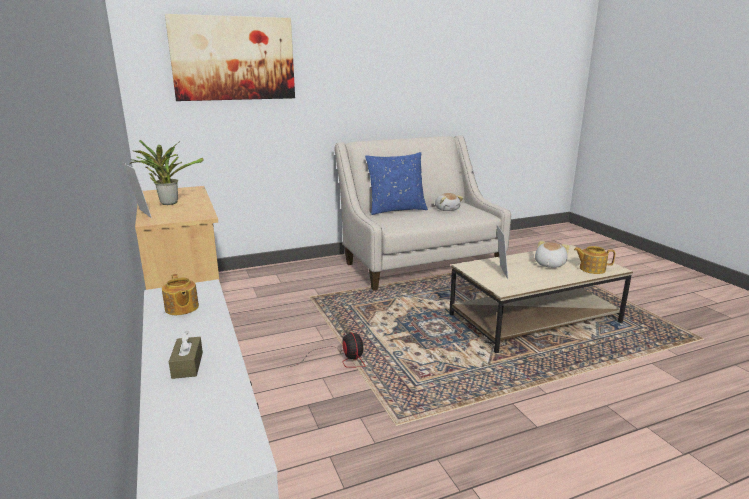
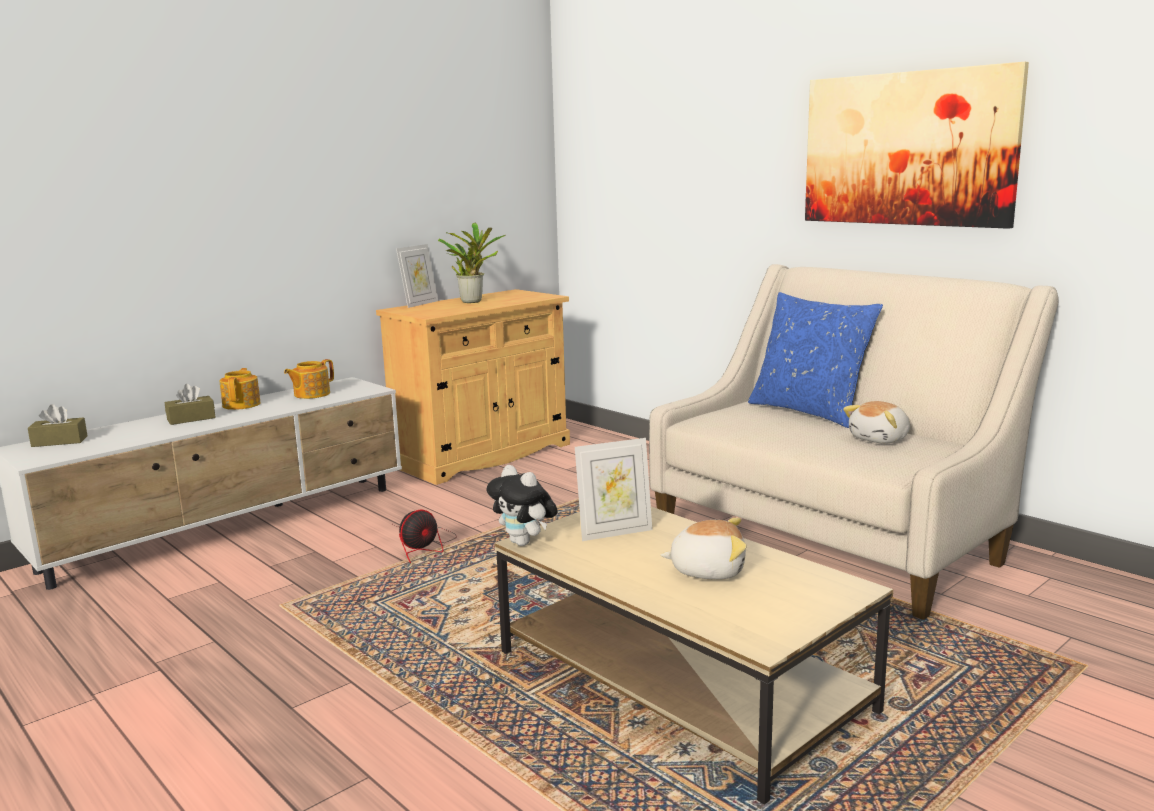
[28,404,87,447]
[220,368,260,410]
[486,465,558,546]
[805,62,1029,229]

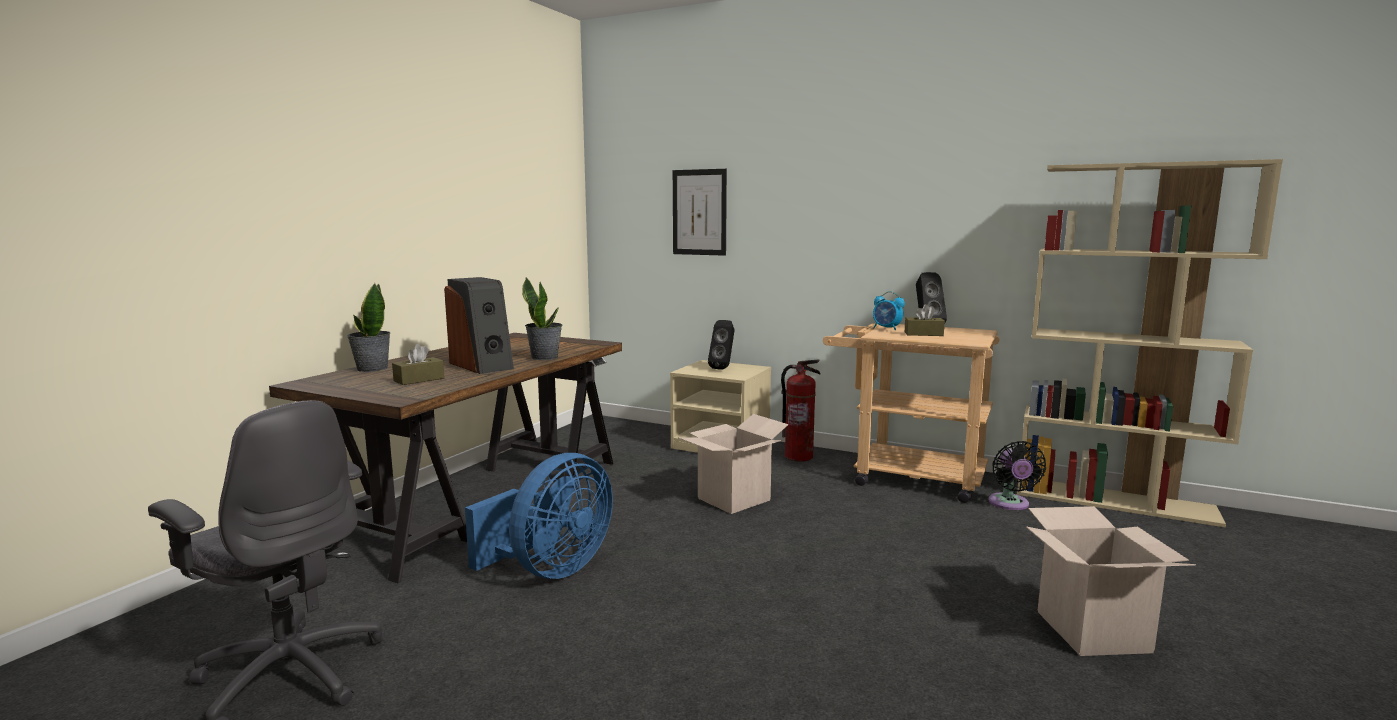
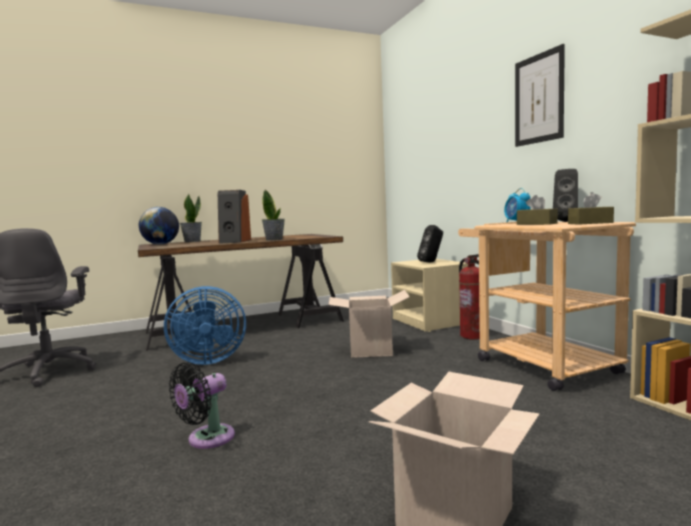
[139,207,179,244]
[169,362,235,449]
[515,44,565,147]
[568,192,614,225]

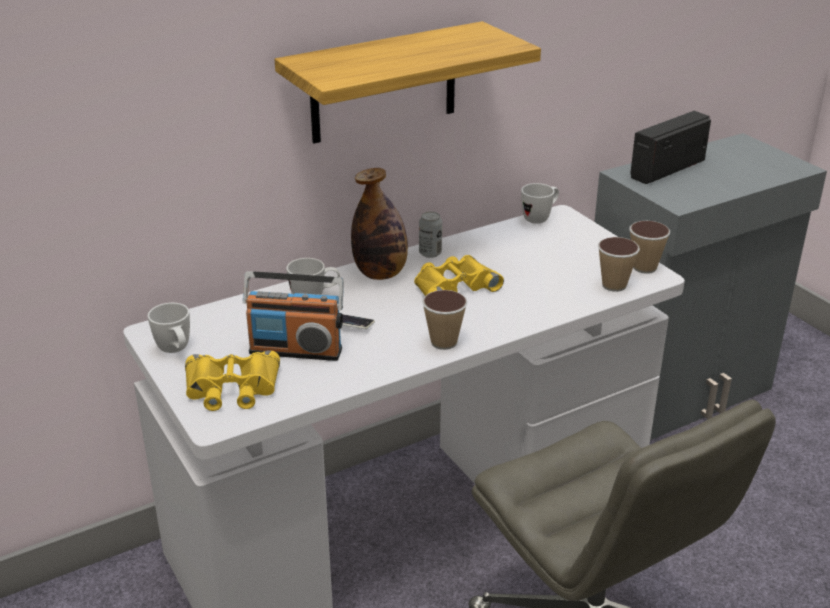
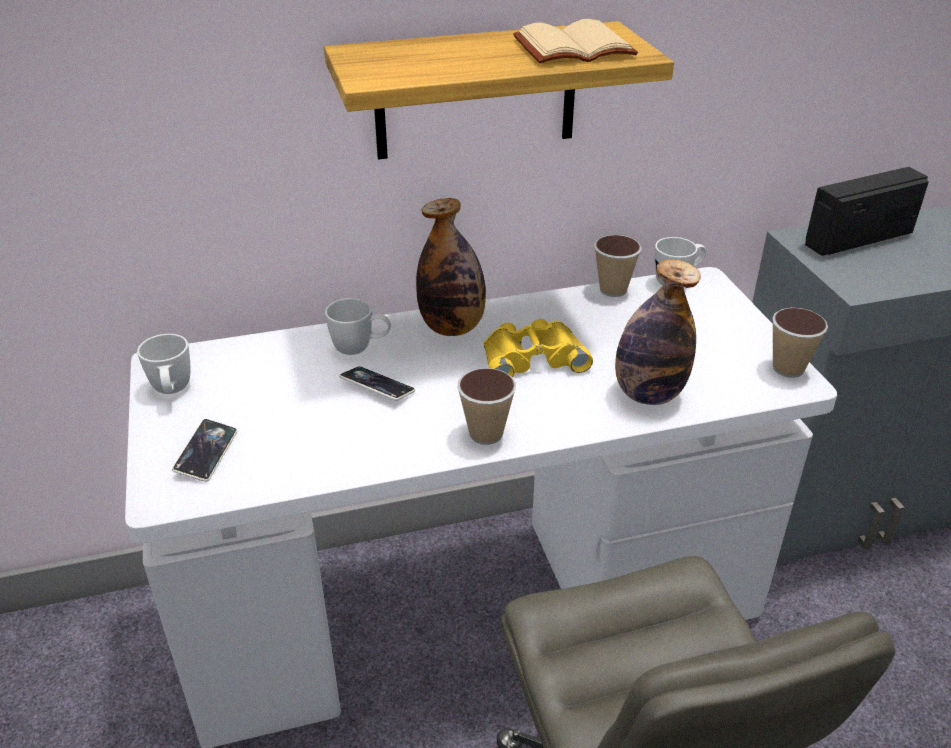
[172,419,237,482]
[513,19,638,63]
[594,235,642,297]
[615,259,701,405]
[243,271,344,361] (first image)
[419,212,442,258] (first image)

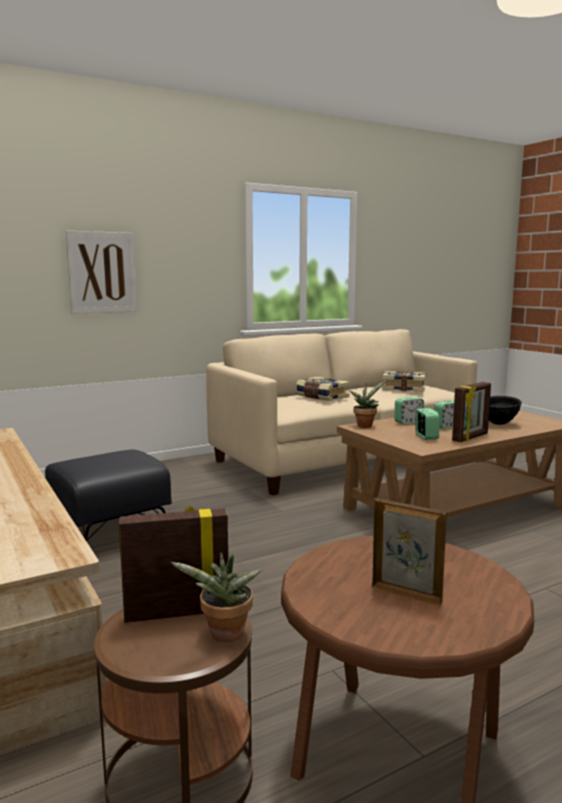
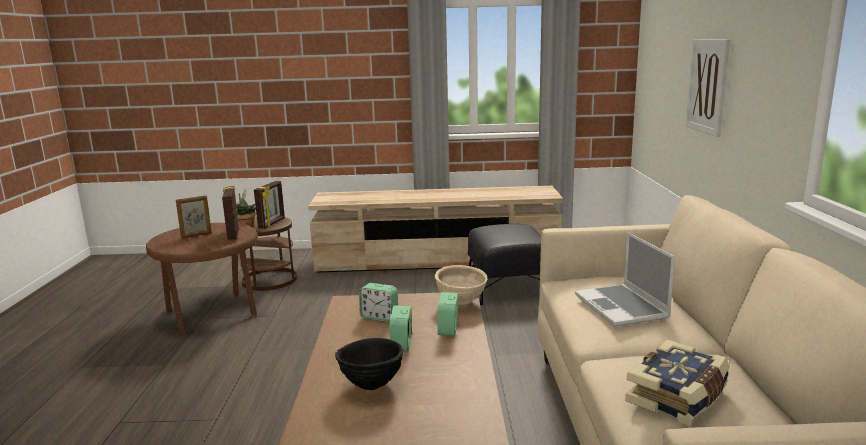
[222,186,239,241]
[435,265,487,305]
[575,232,675,326]

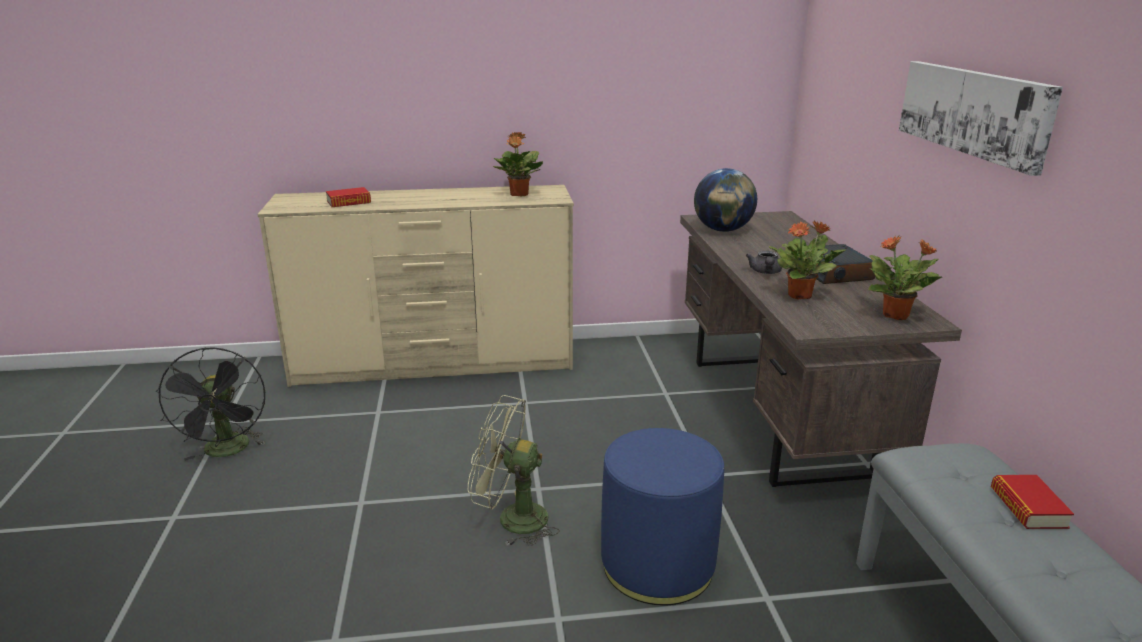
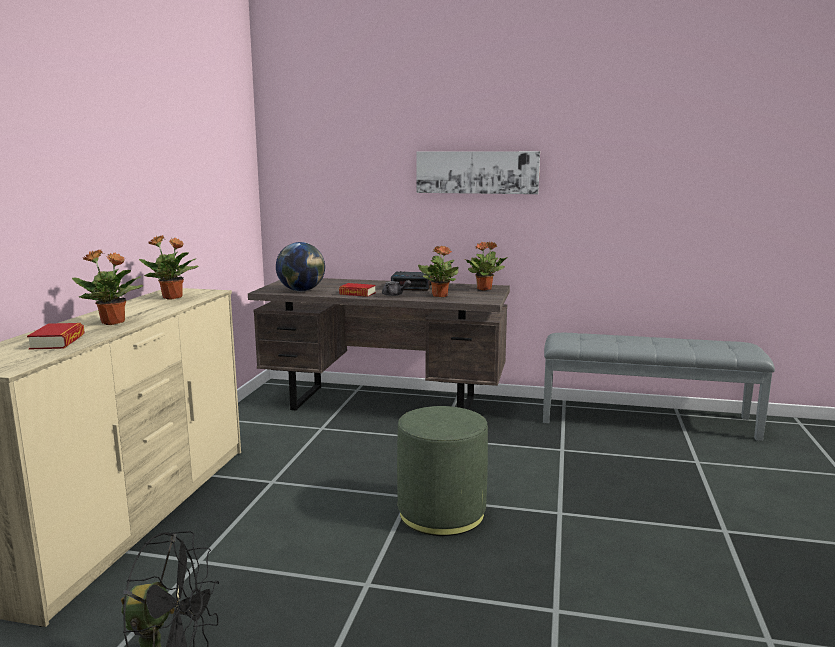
[72,249,143,325]
[339,283,376,297]
[397,406,488,536]
[601,428,724,606] (first image)

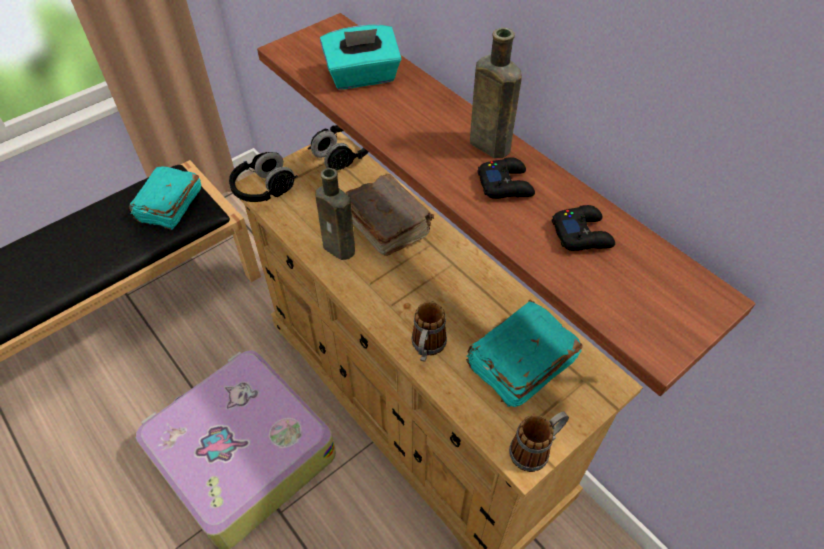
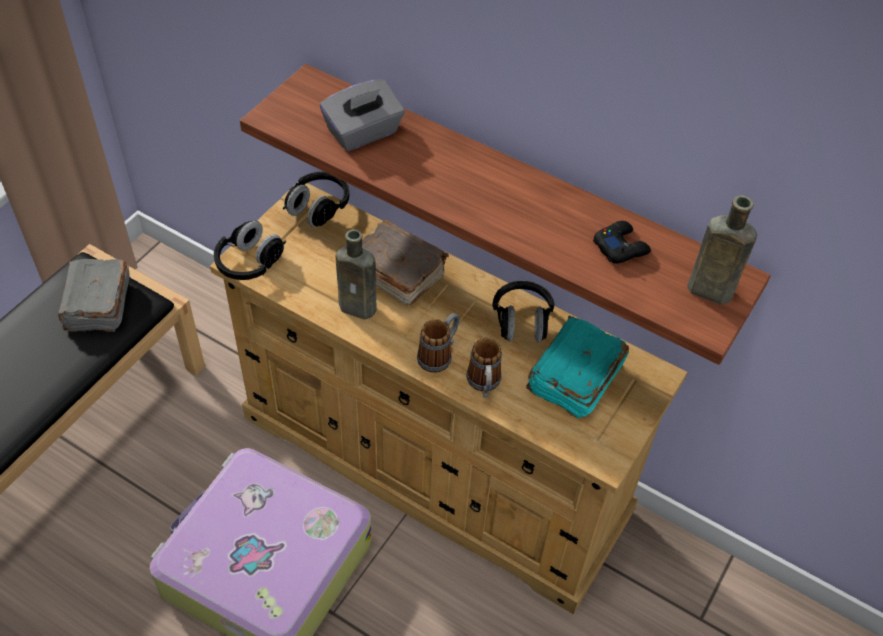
[58,259,130,332]
[320,79,405,151]
[417,313,460,373]
[492,281,555,342]
[687,195,757,305]
[477,157,535,199] (first image)

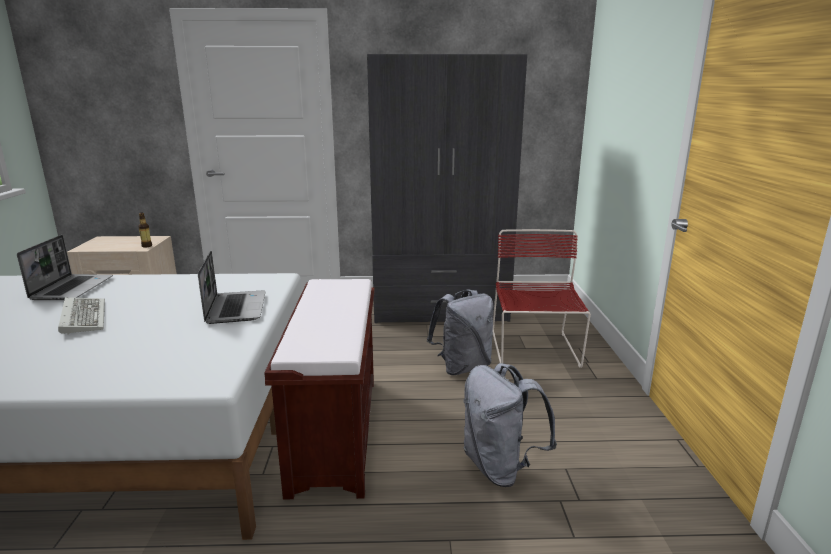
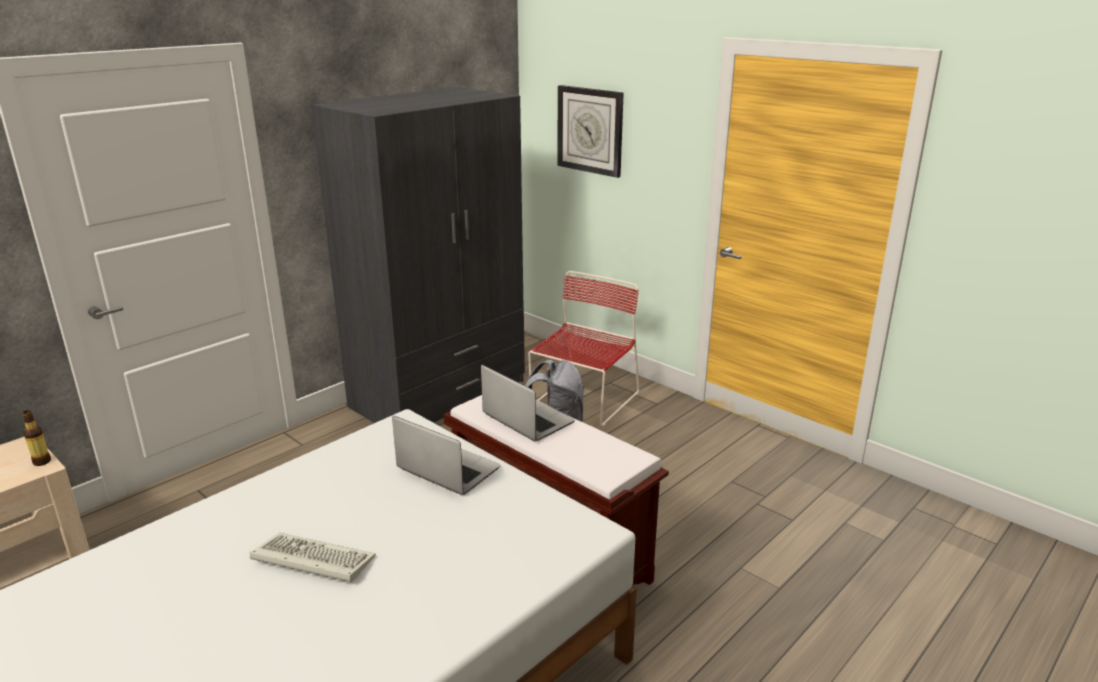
[481,365,575,442]
[528,271,639,426]
[557,85,624,178]
[463,363,557,487] (first image)

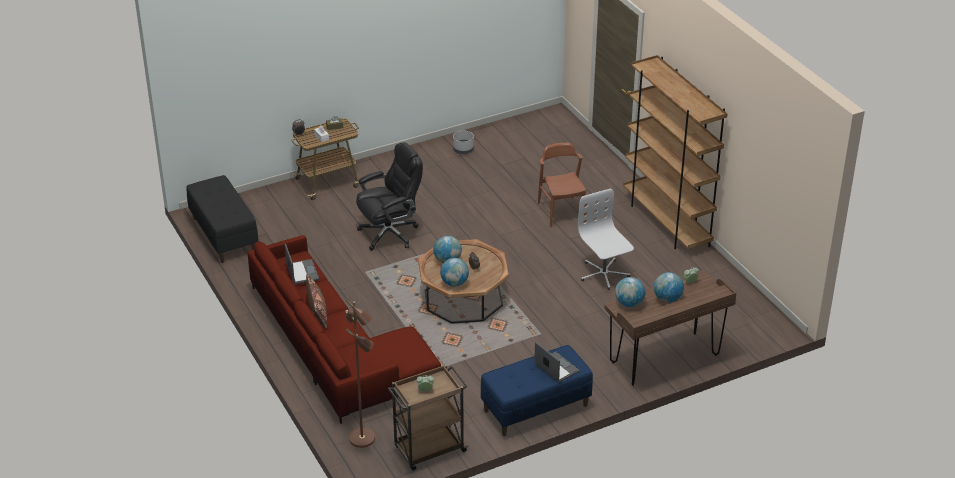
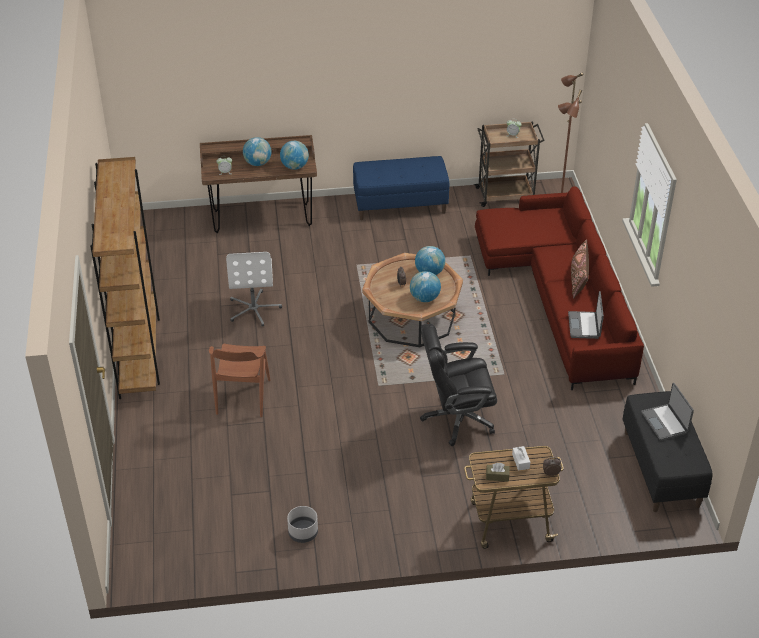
[641,383,694,441]

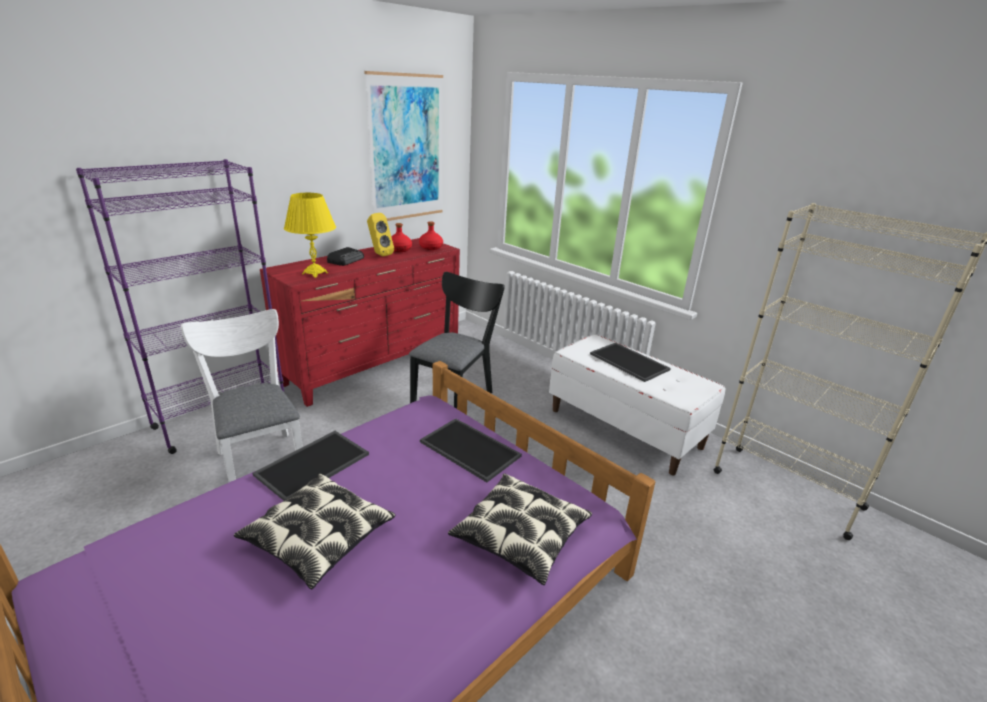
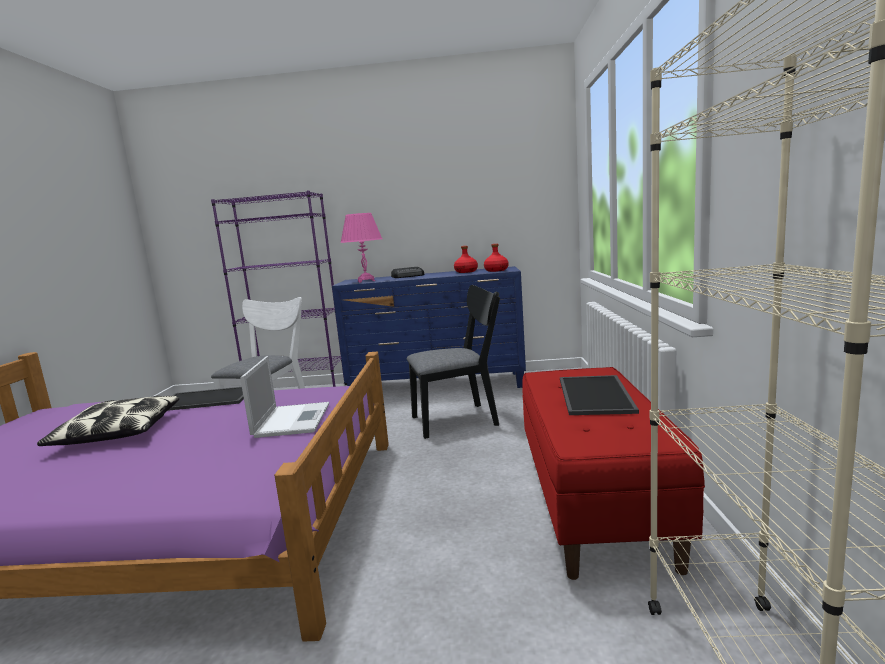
[240,356,329,438]
[332,266,526,388]
[340,213,382,283]
[522,367,705,580]
[364,71,443,221] (first image)
[367,213,394,256] (first image)
[448,474,592,585] (first image)

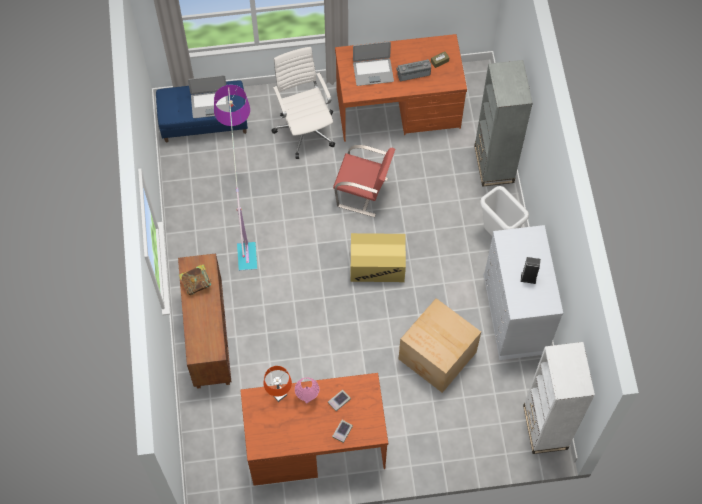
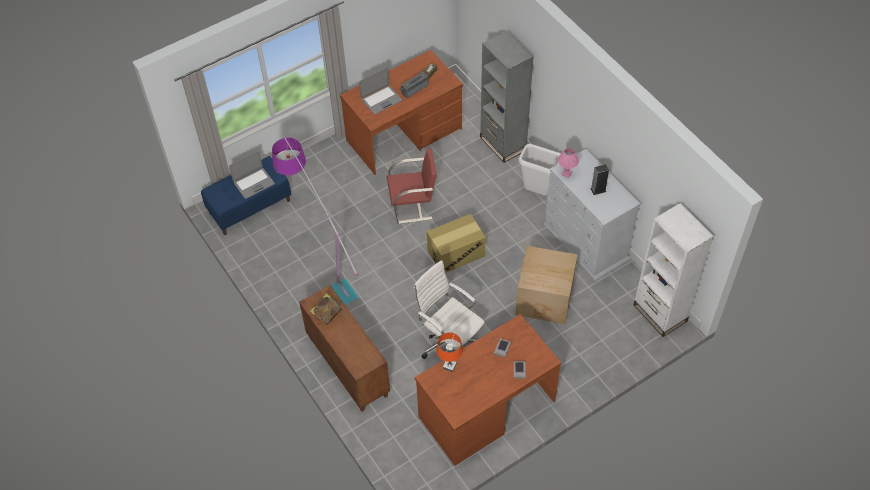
[414,260,485,359]
[558,148,579,178]

